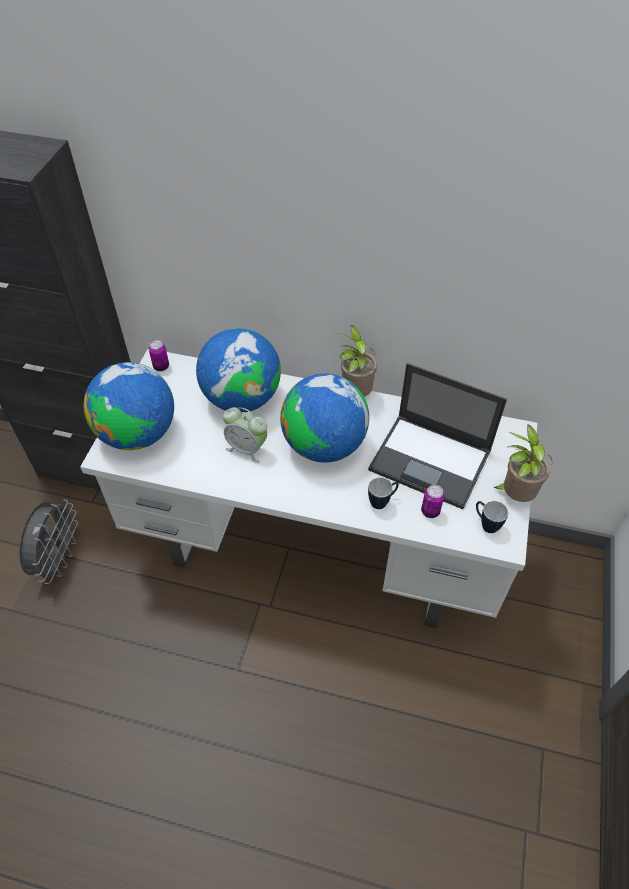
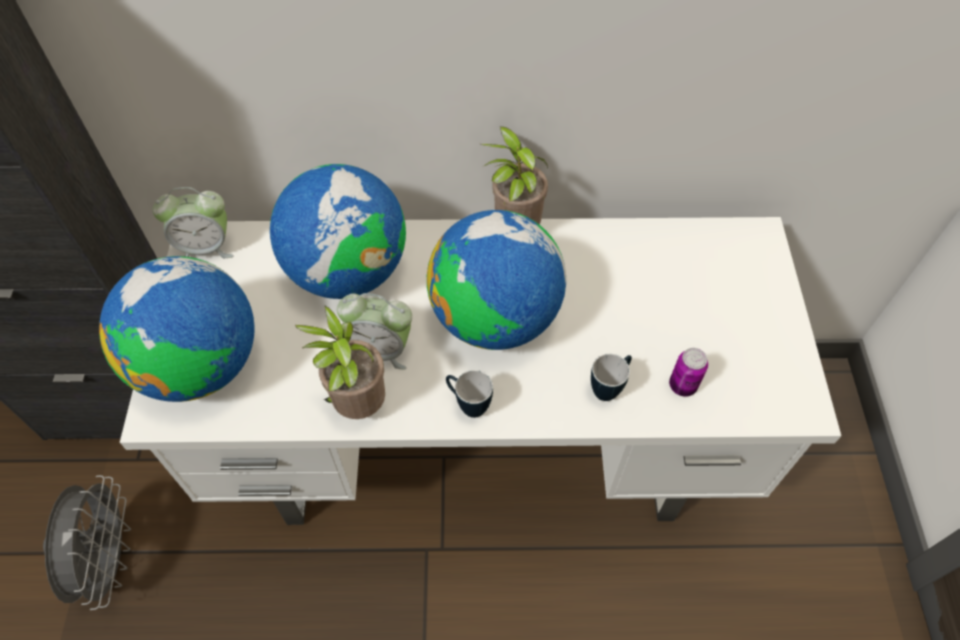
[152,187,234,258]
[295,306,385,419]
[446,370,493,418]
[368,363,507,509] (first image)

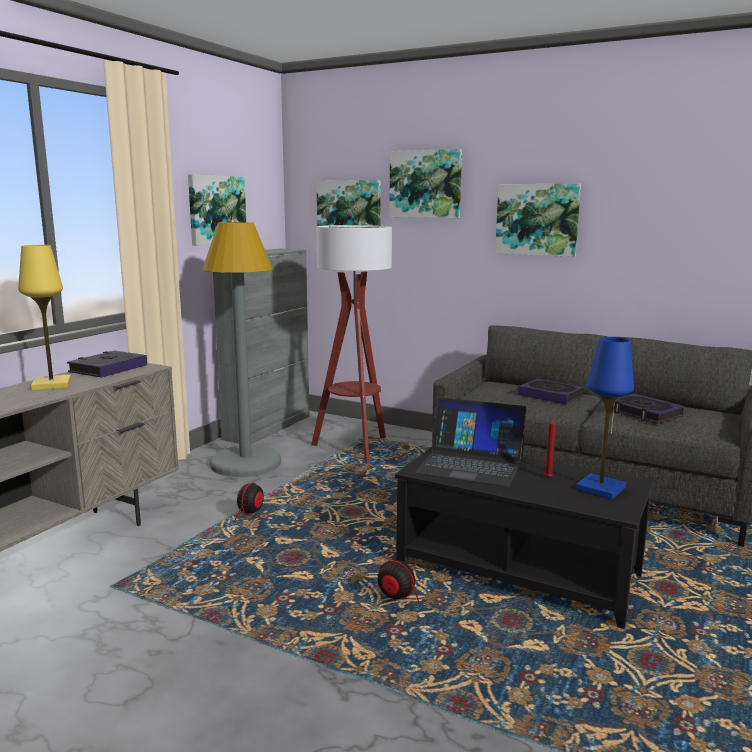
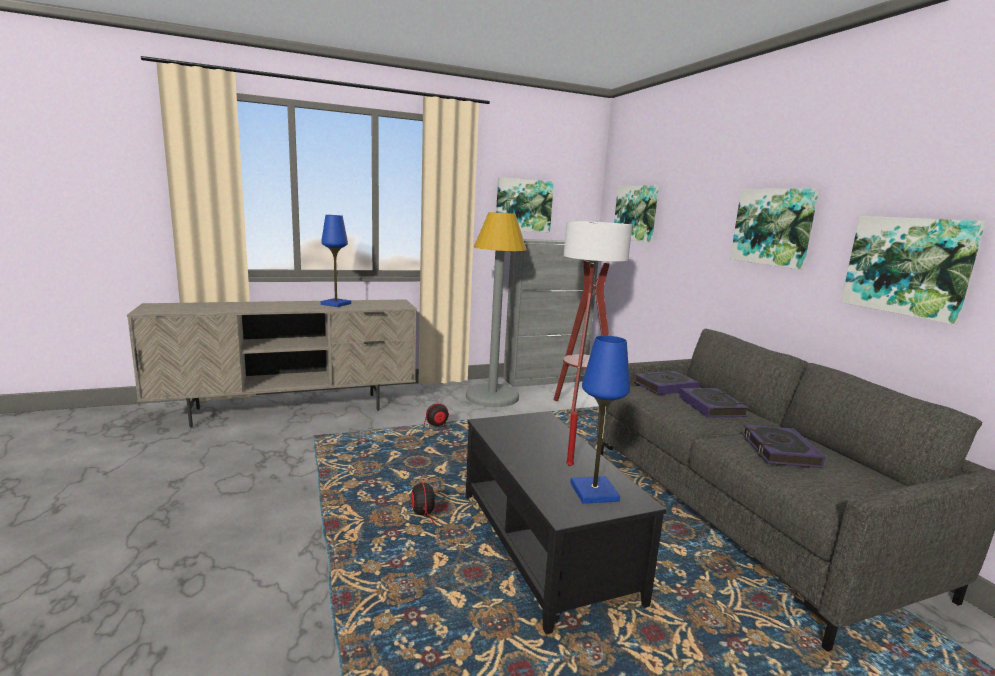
[321,215,351,307]
[634,370,700,395]
[841,216,986,324]
[415,397,527,486] (first image)

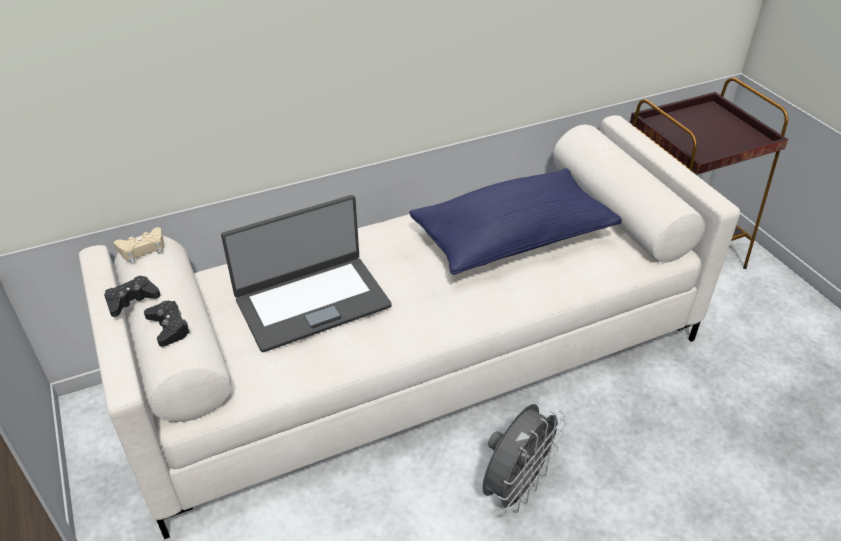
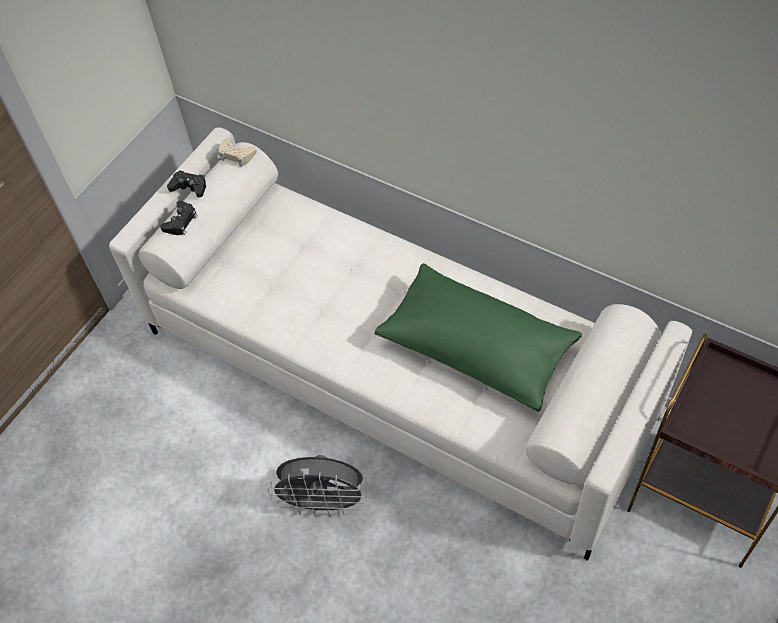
[374,263,582,412]
[221,195,392,352] (first image)

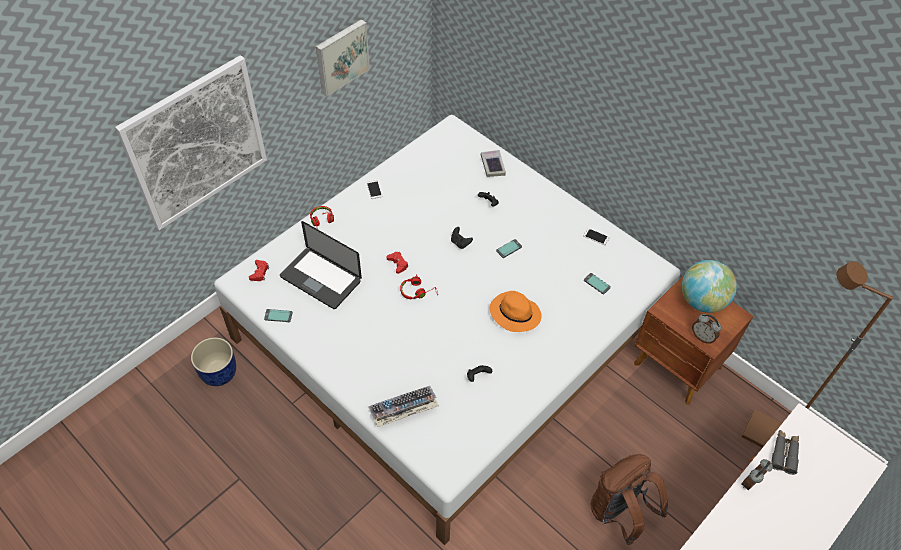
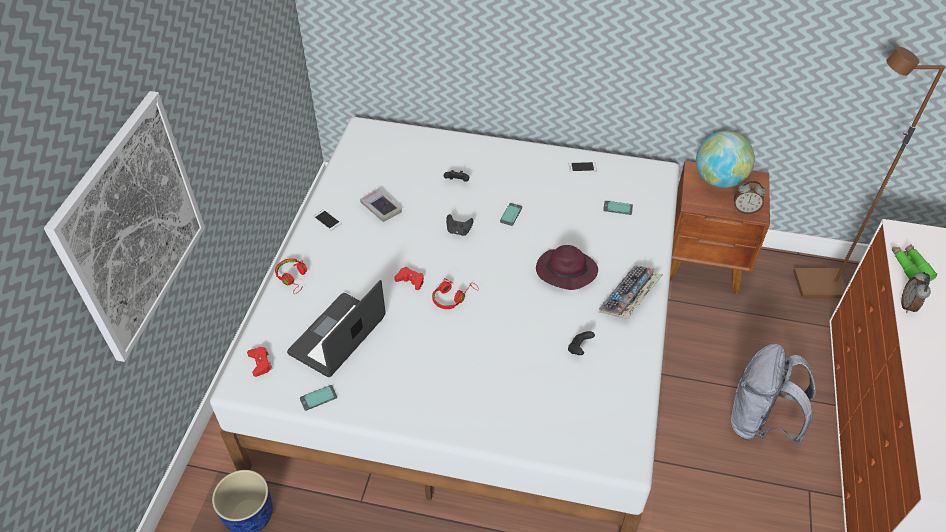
[287,280,386,377]
[360,188,402,222]
[536,245,598,290]
[598,265,663,319]
[731,344,816,444]
[892,245,937,281]
[316,19,370,97] (first image)

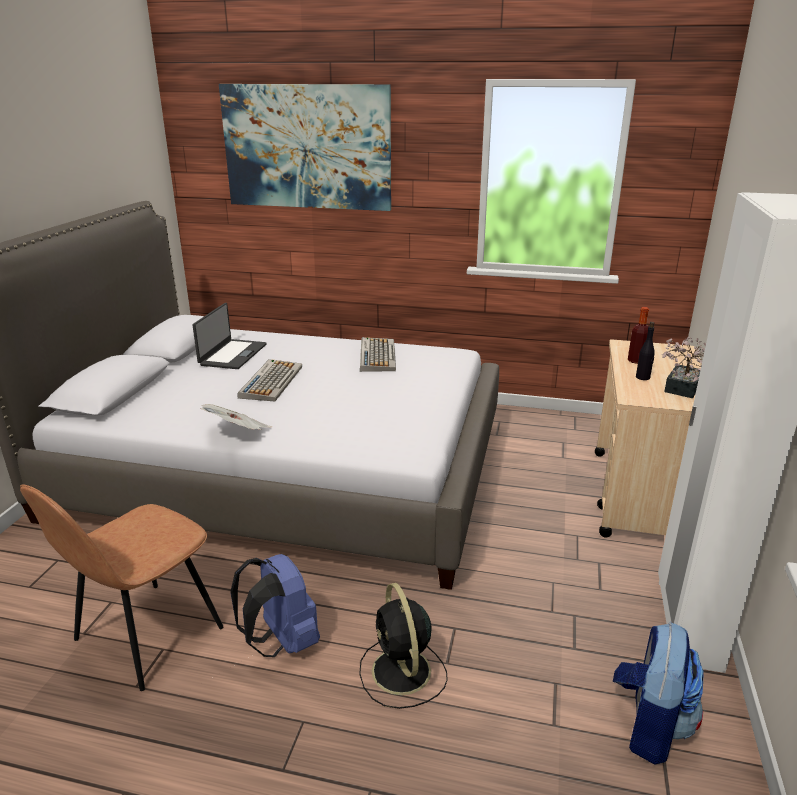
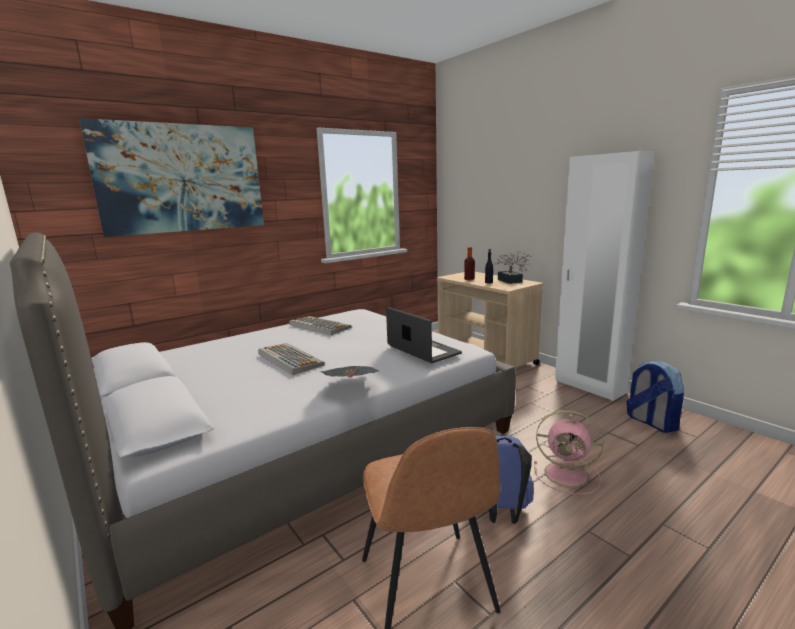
[386,307,462,363]
[534,410,604,495]

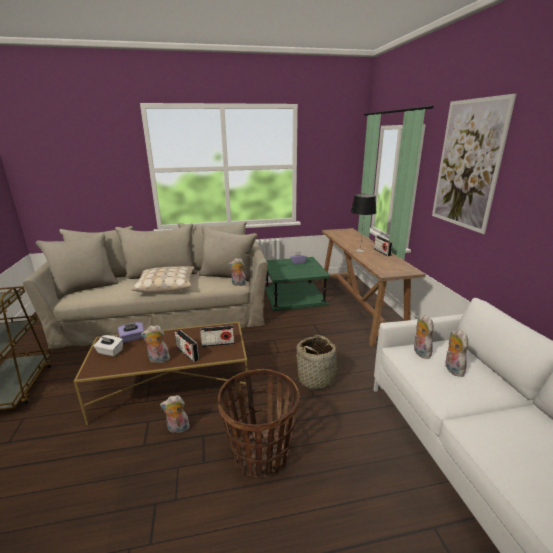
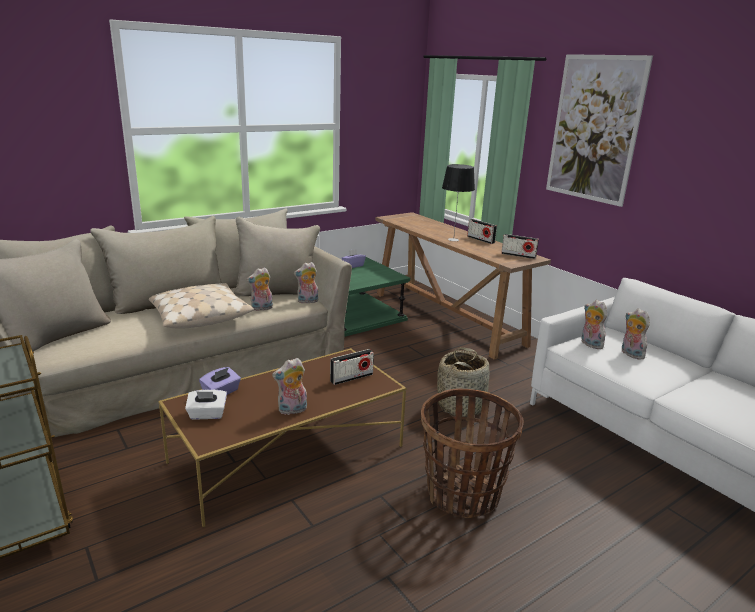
[246,267,273,311]
[501,234,539,259]

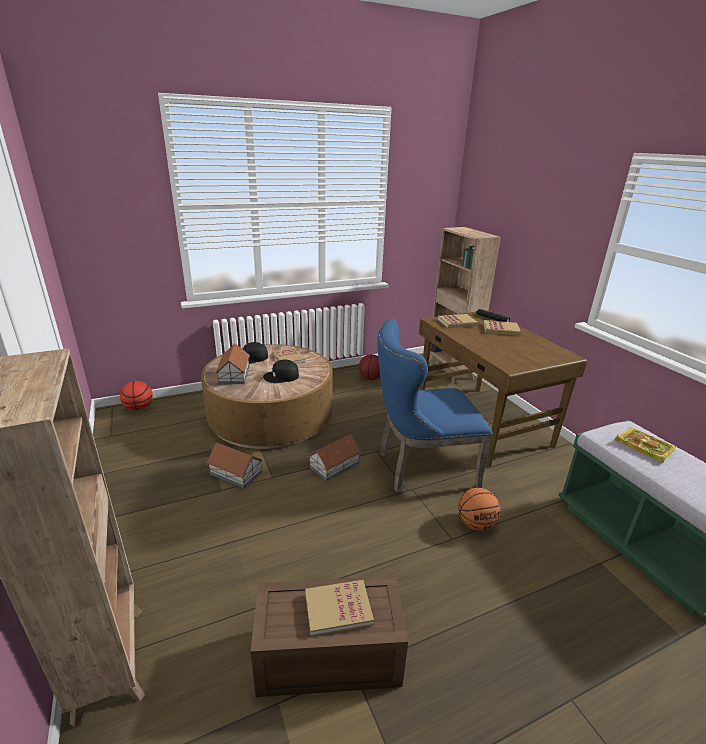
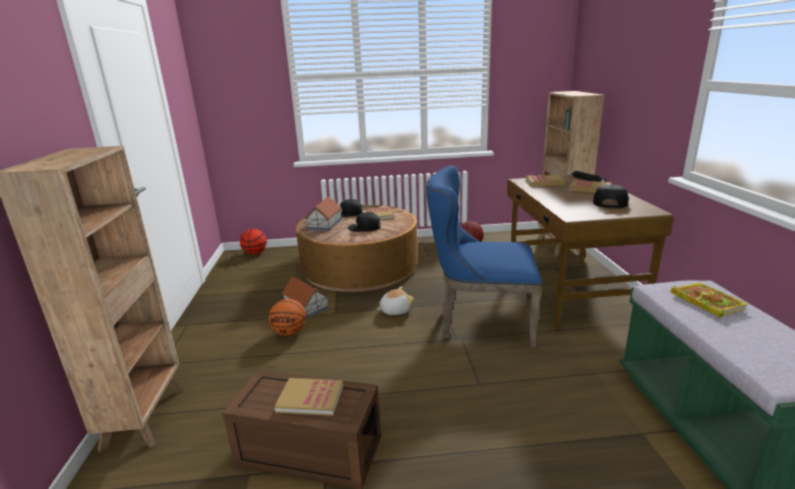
[269,299,306,336]
[377,286,414,315]
[593,184,629,208]

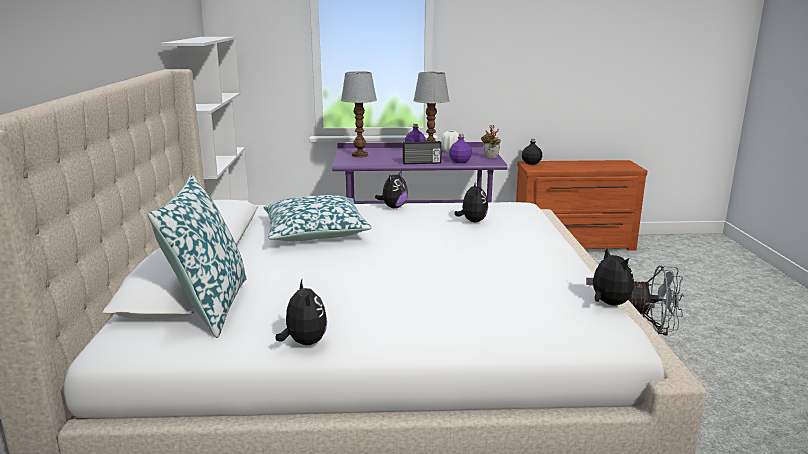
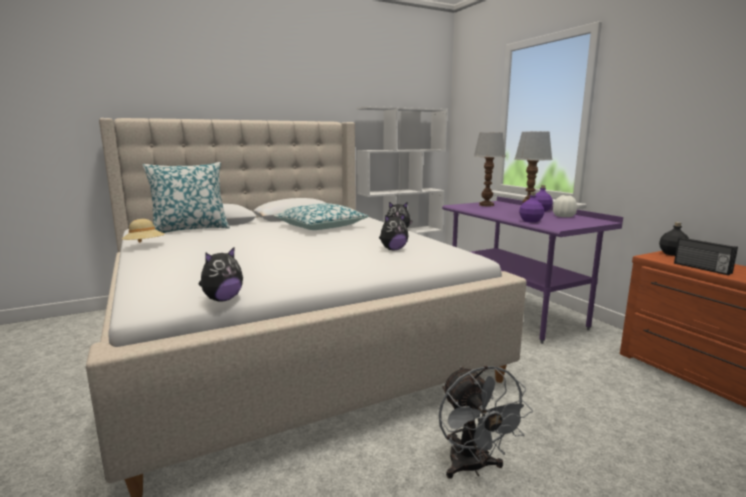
[122,219,165,243]
[674,237,738,275]
[481,125,501,159] (first image)

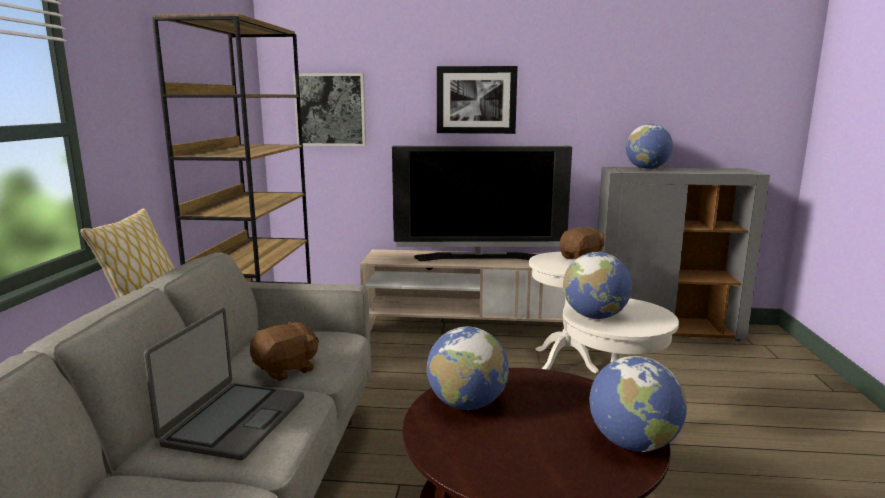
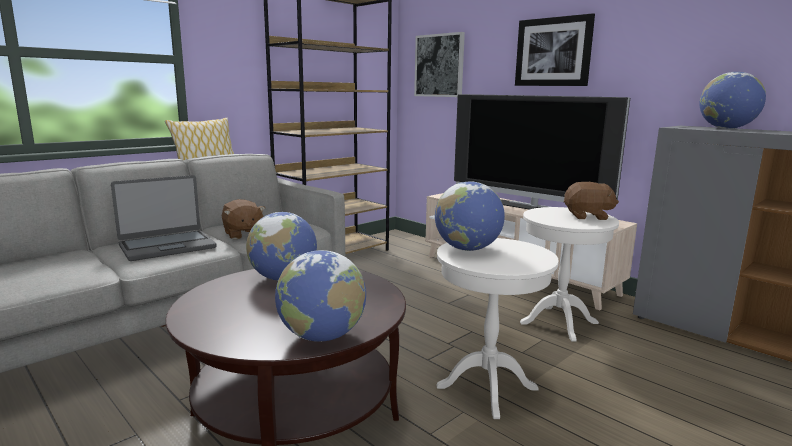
[222,199,265,239]

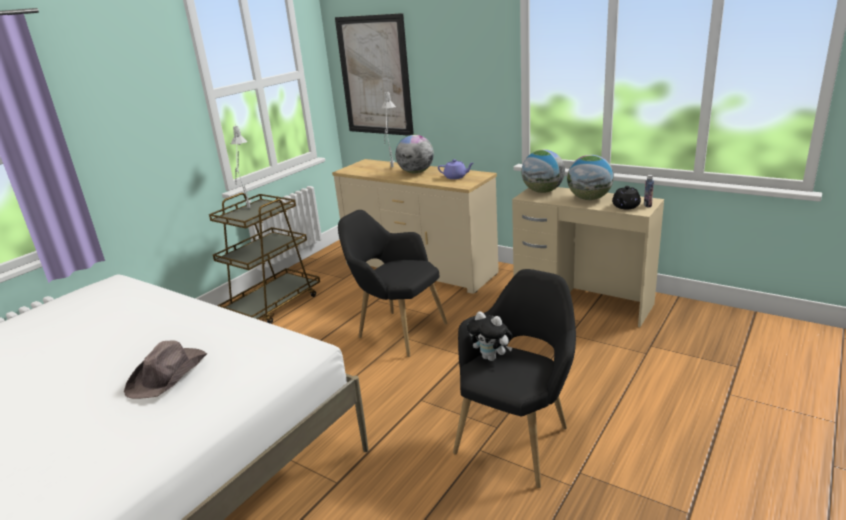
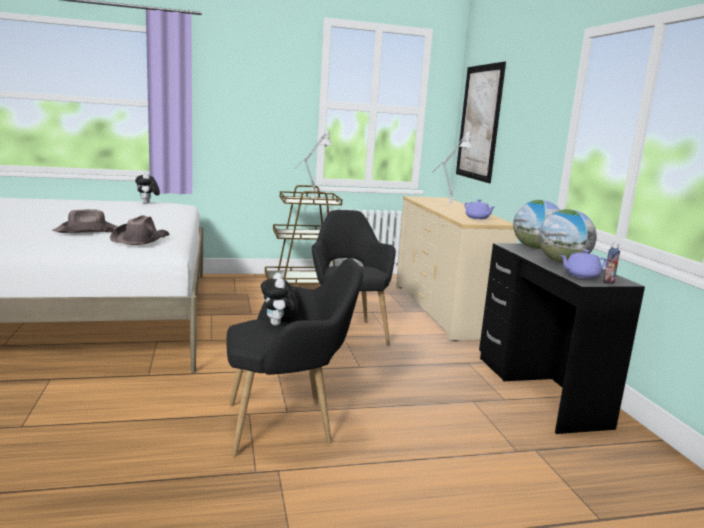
[110,215,170,245]
[135,172,160,204]
[479,243,645,434]
[560,250,607,279]
[395,134,434,173] (first image)

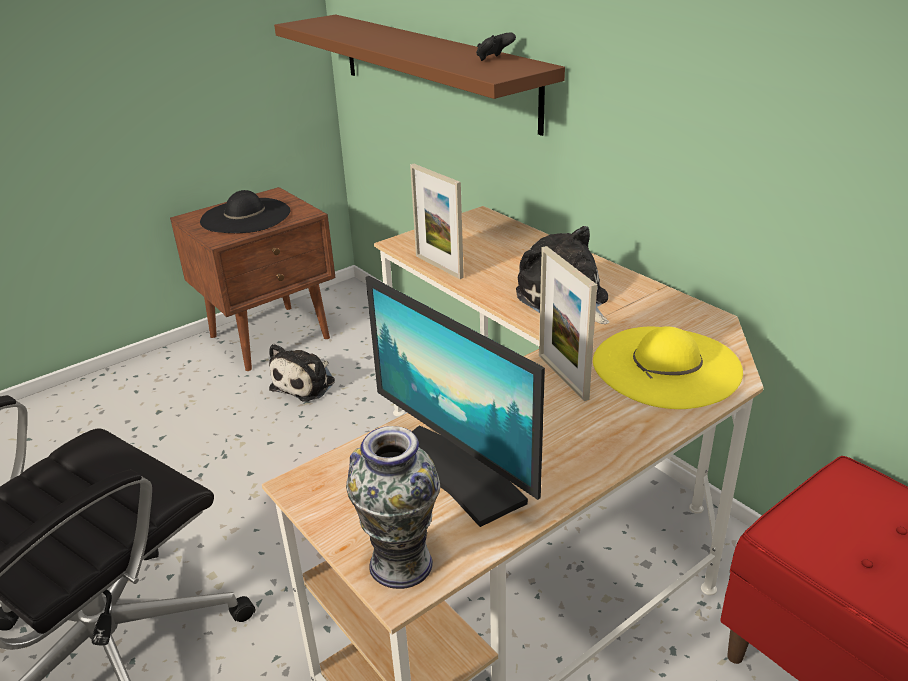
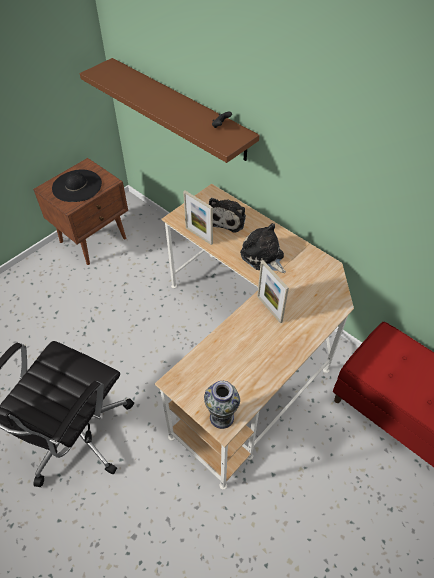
[209,198,246,233]
[366,276,545,527] (first image)
[593,326,743,409] (first image)

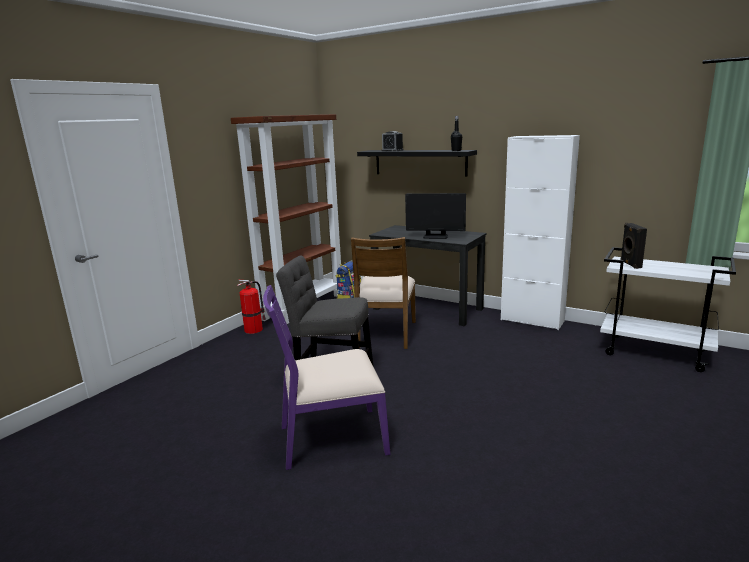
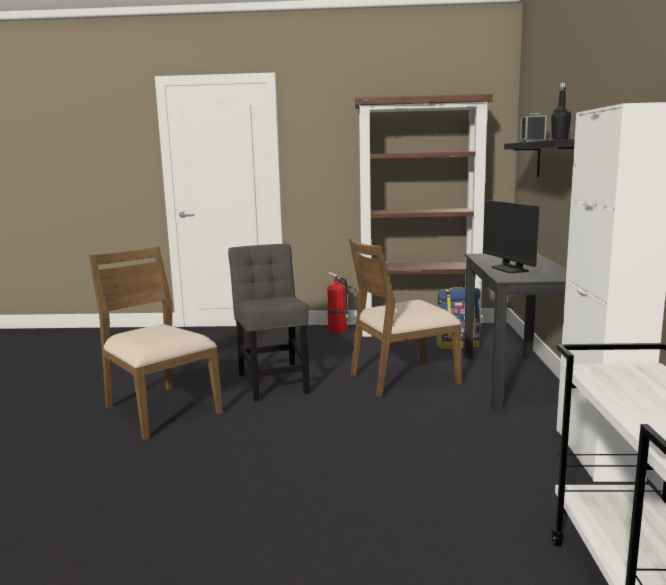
[89,247,223,440]
[620,223,647,269] (first image)

